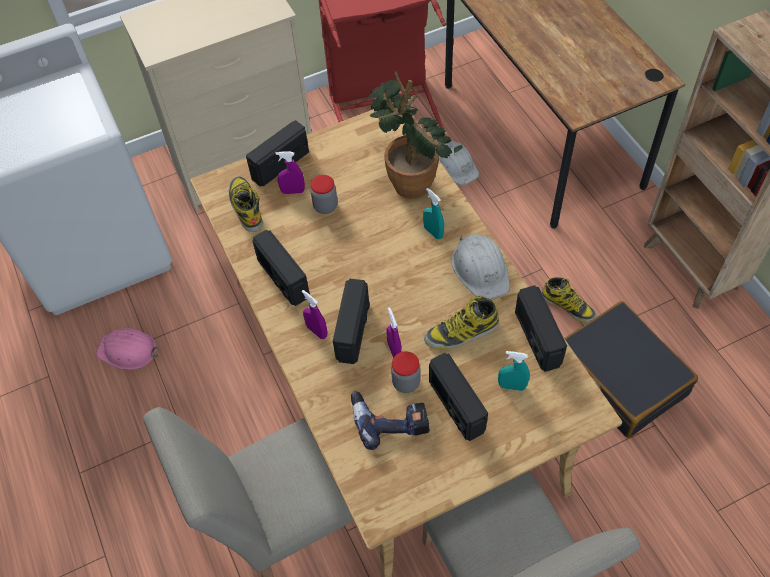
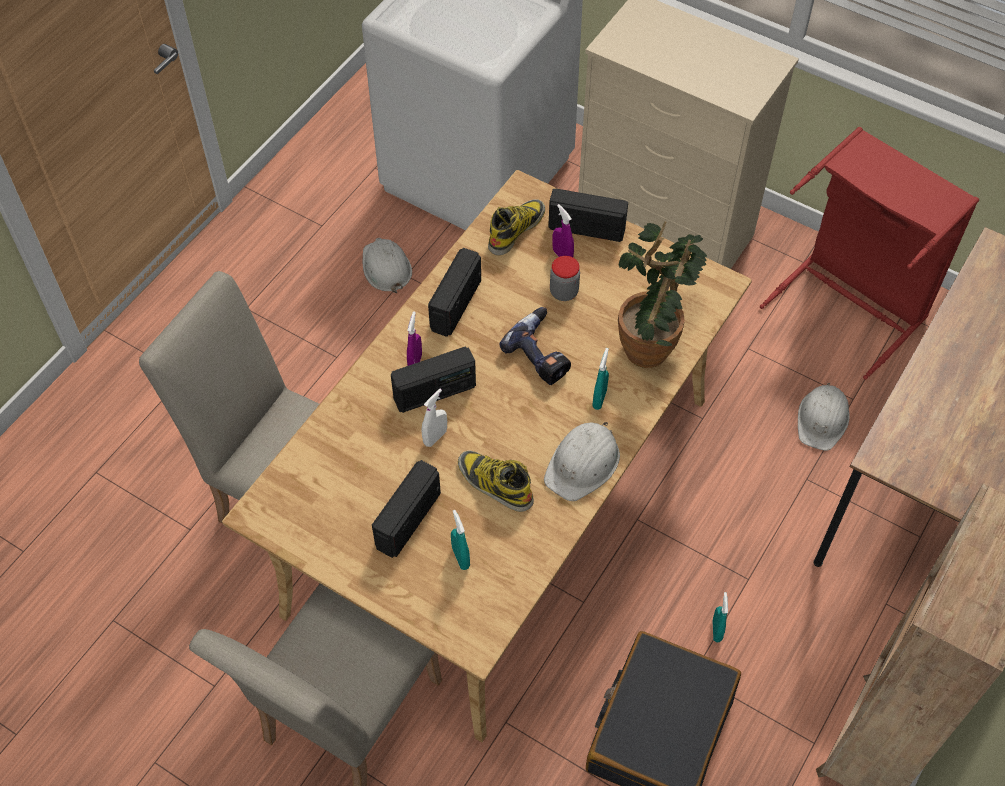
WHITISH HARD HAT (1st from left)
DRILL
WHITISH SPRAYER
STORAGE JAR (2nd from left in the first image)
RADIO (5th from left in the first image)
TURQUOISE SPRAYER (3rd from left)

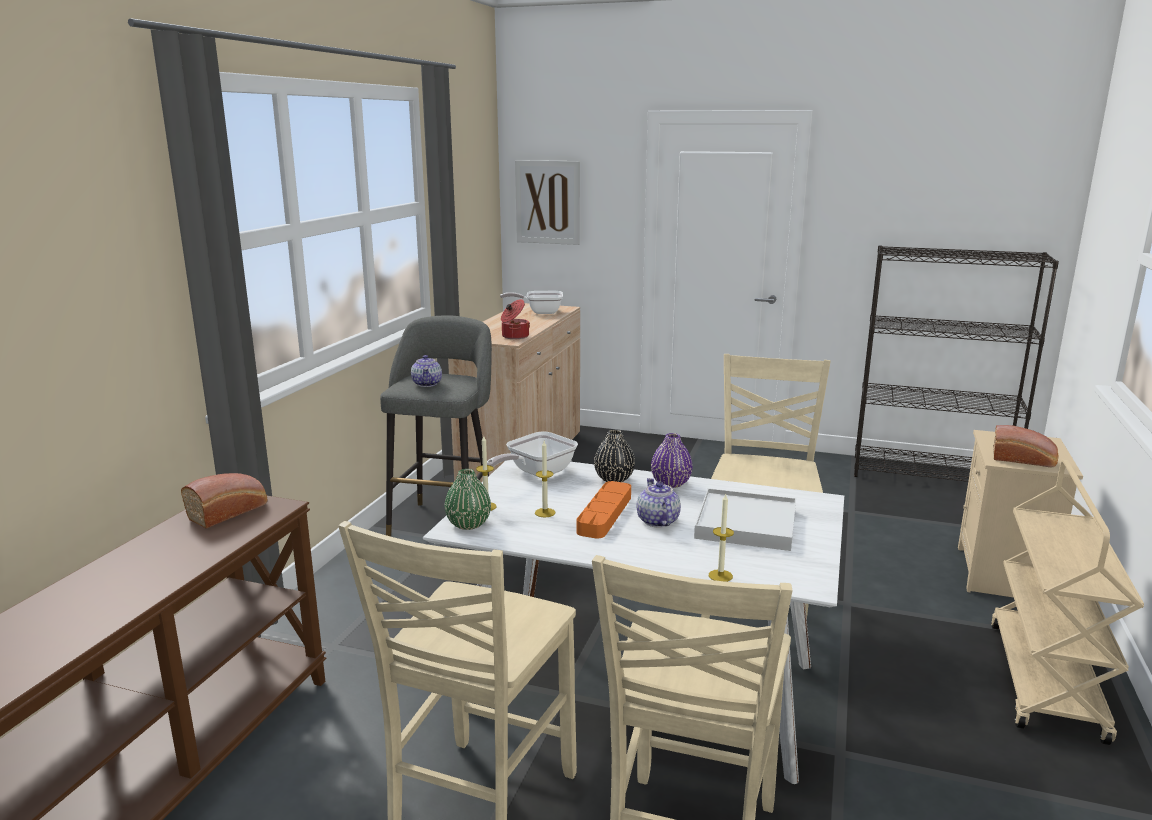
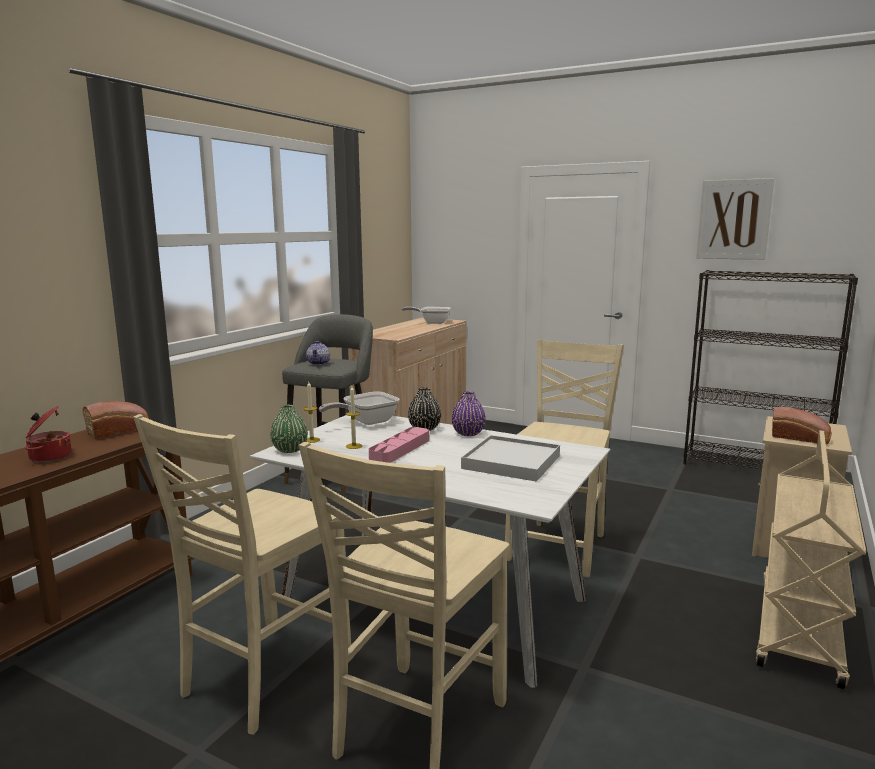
SAUCEPOT
PICTURE
PINK CARRYING TRAY
POT FOR TEA (2nd from left in the first image)
WAX CANDLE (3rd from left in the first image)

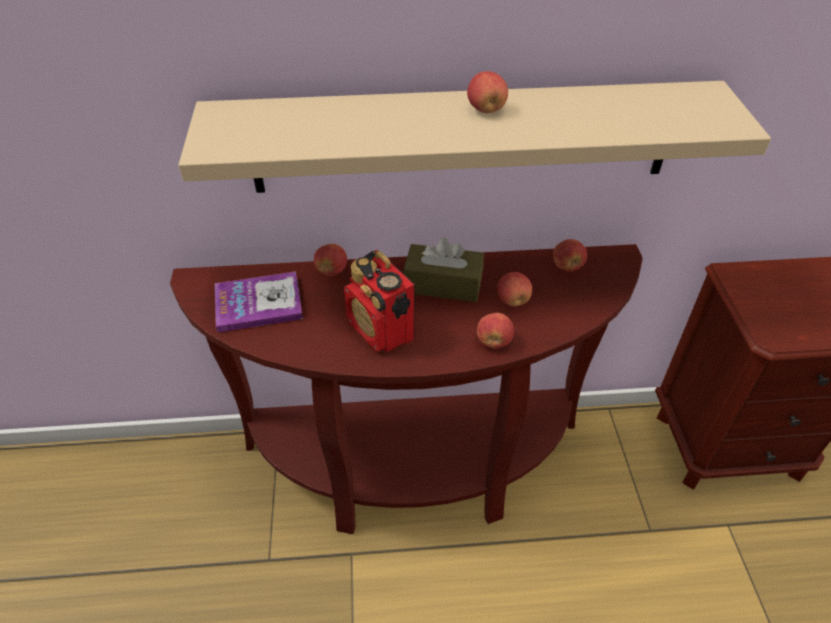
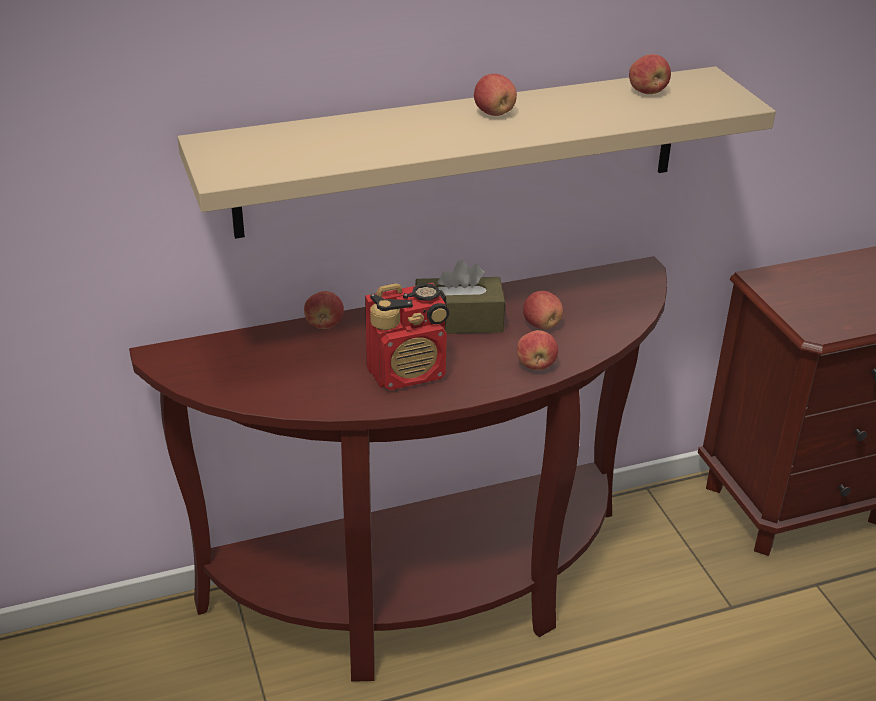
BOUND BOOK
RADIO
APPLE (5th from left)

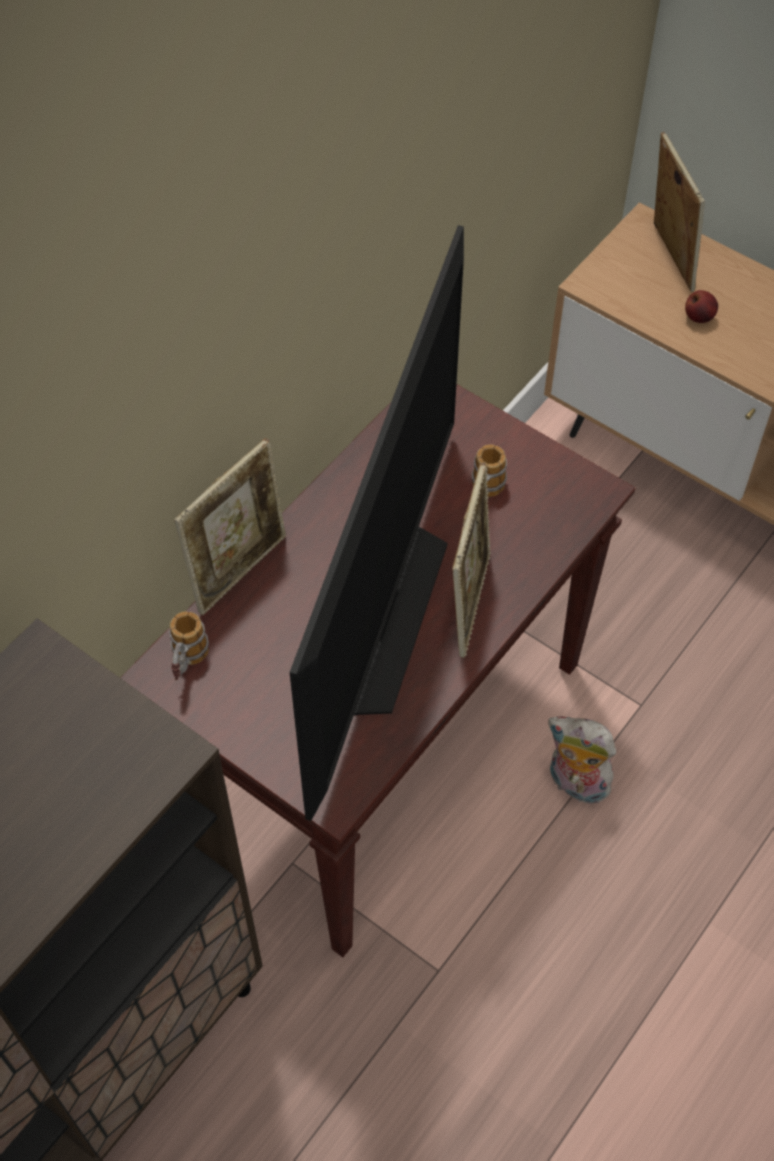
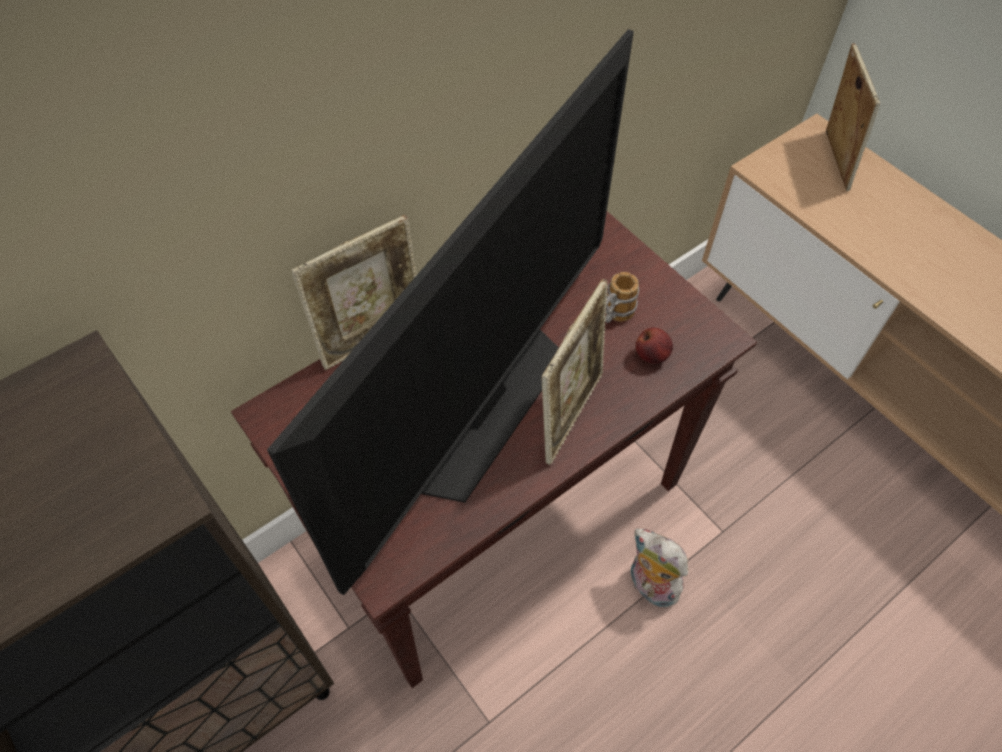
TEA MUG (1st from left in the first image)
APPLE

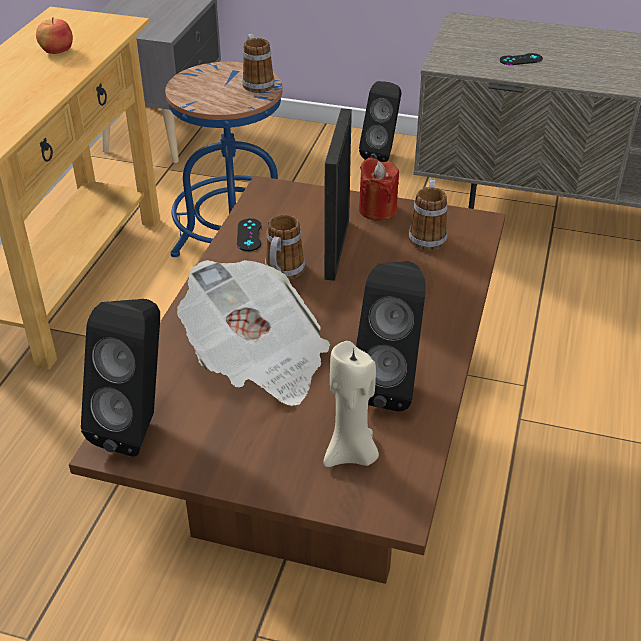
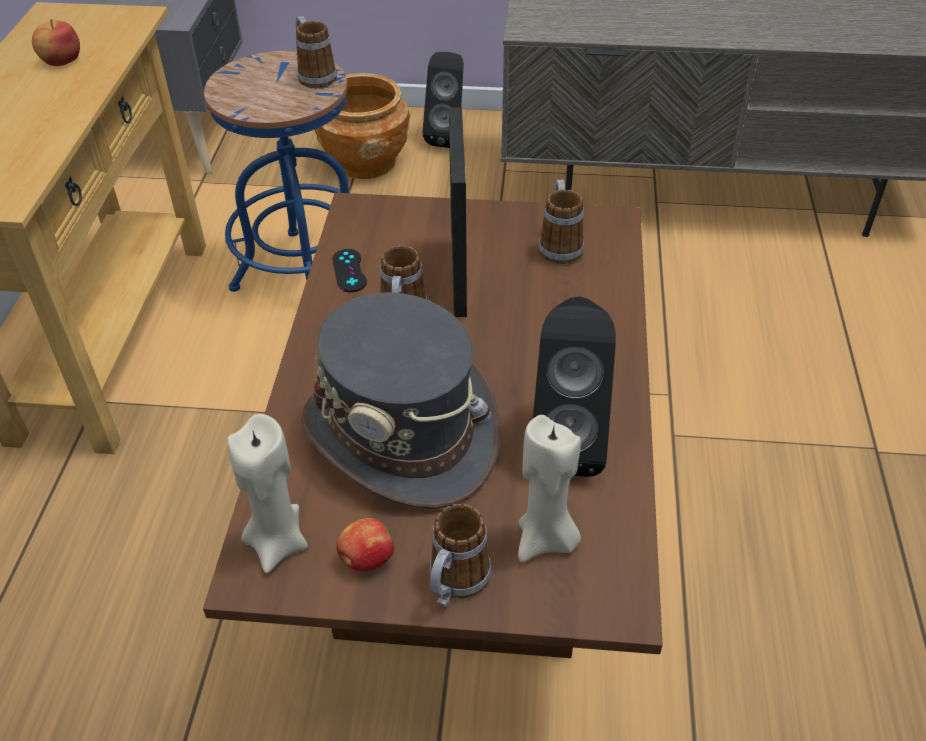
BEIGE WAX CANDLE (1st from left)
GREYISH HAT
REDDISH WAX CANDLE
BLACKISH GAMEPAD (2nd from left in the first image)
BROWN-COLOURED PLANTER
APPLE (2nd from left)
TEA MUG (3rd from left)

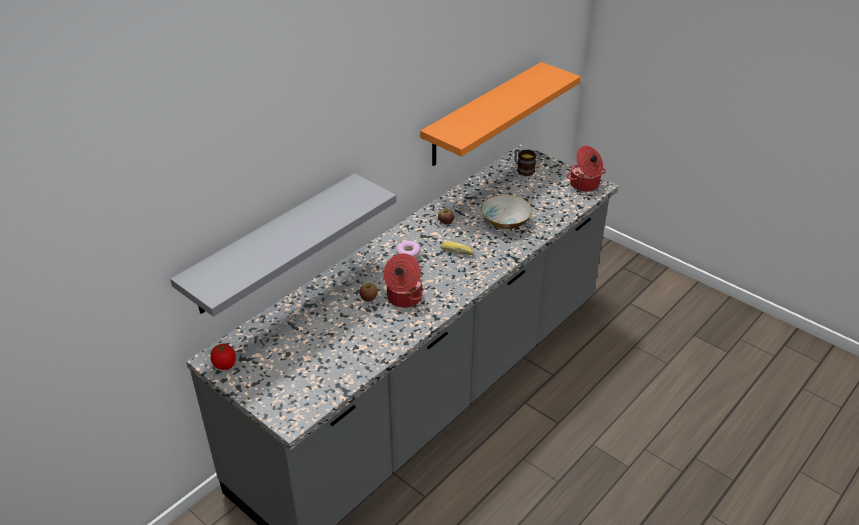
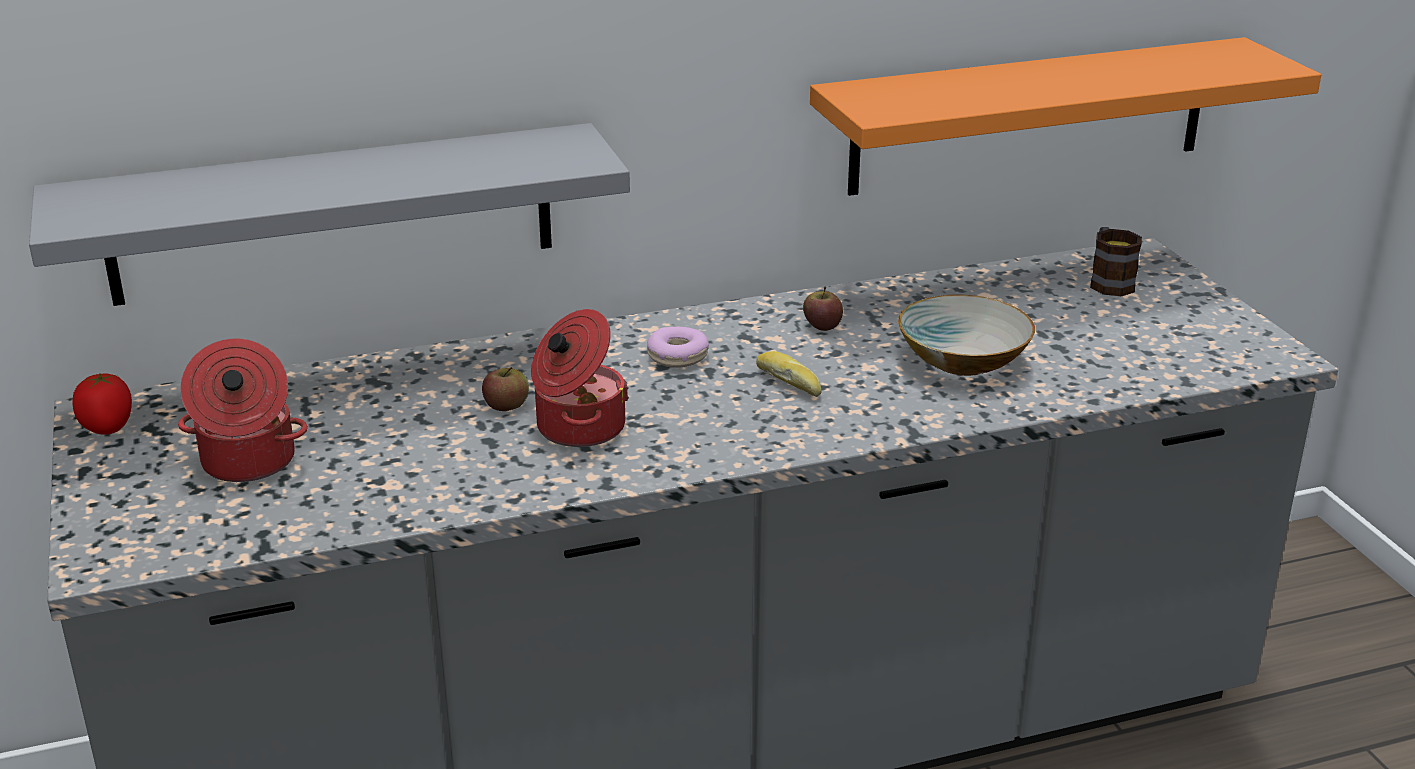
SAUCEPOT (1st from left)

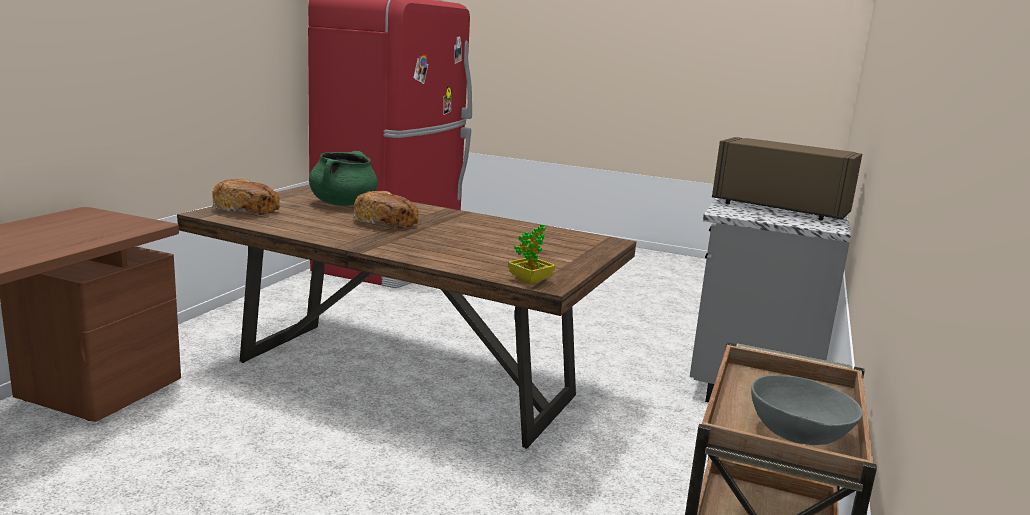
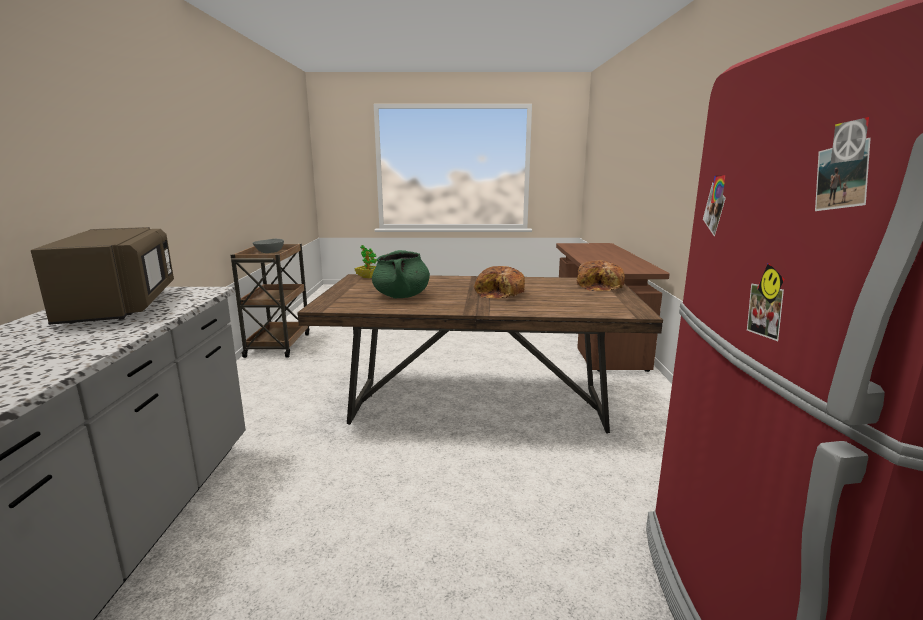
GREEN-COLOURED SAUCEPOT
BROWN-COLOURED KITCHEN MICROWAVE

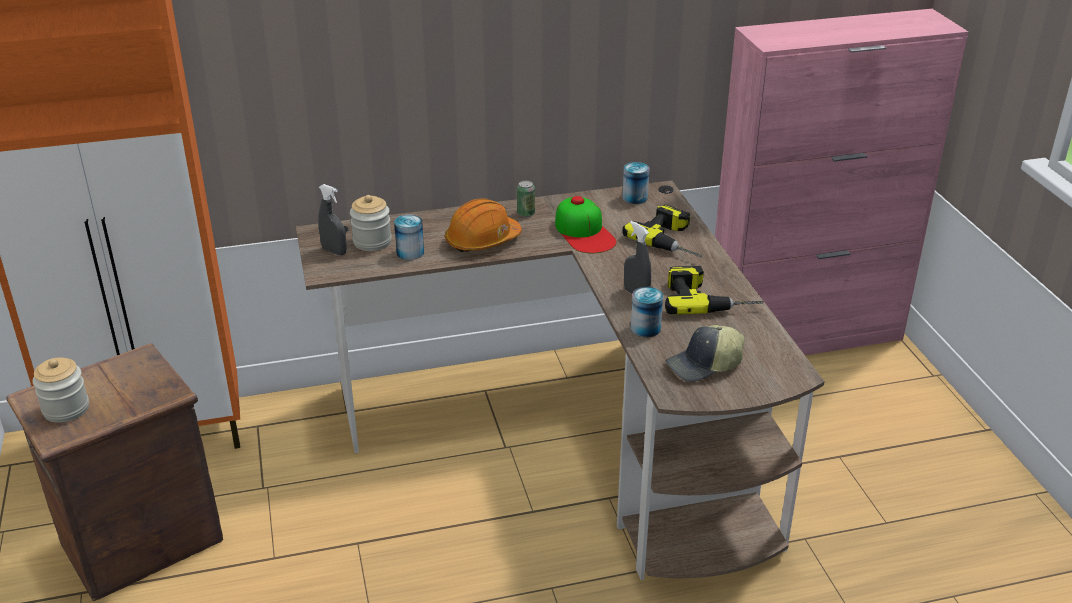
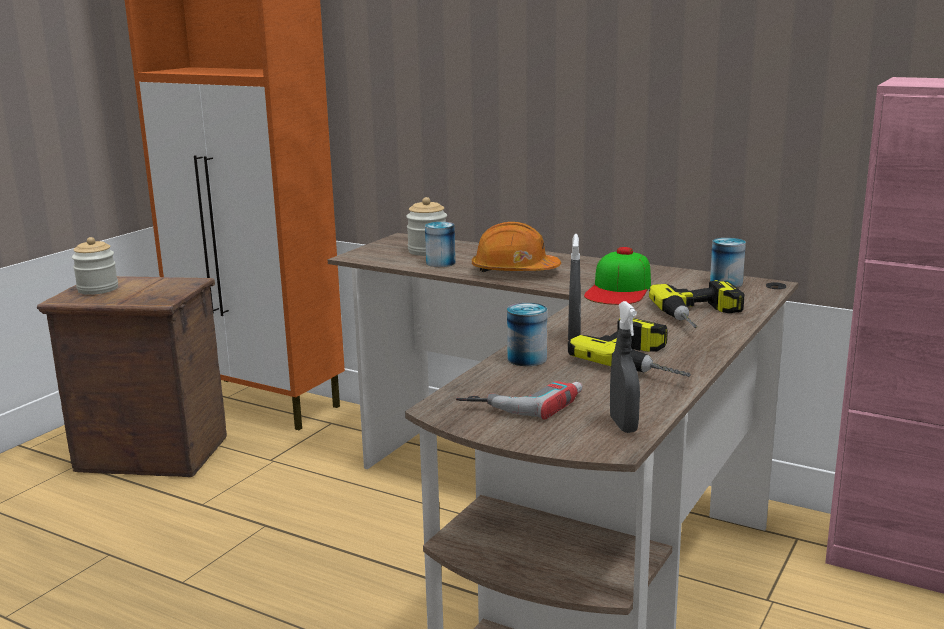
GREYISH SPRAYER (2nd from left)
CAN (2nd from left in the first image)
DRILL (1st from left)

